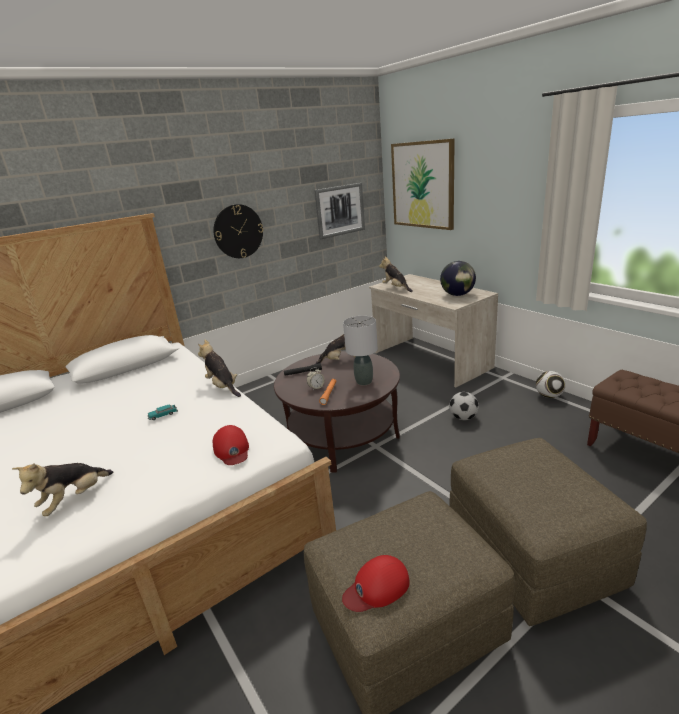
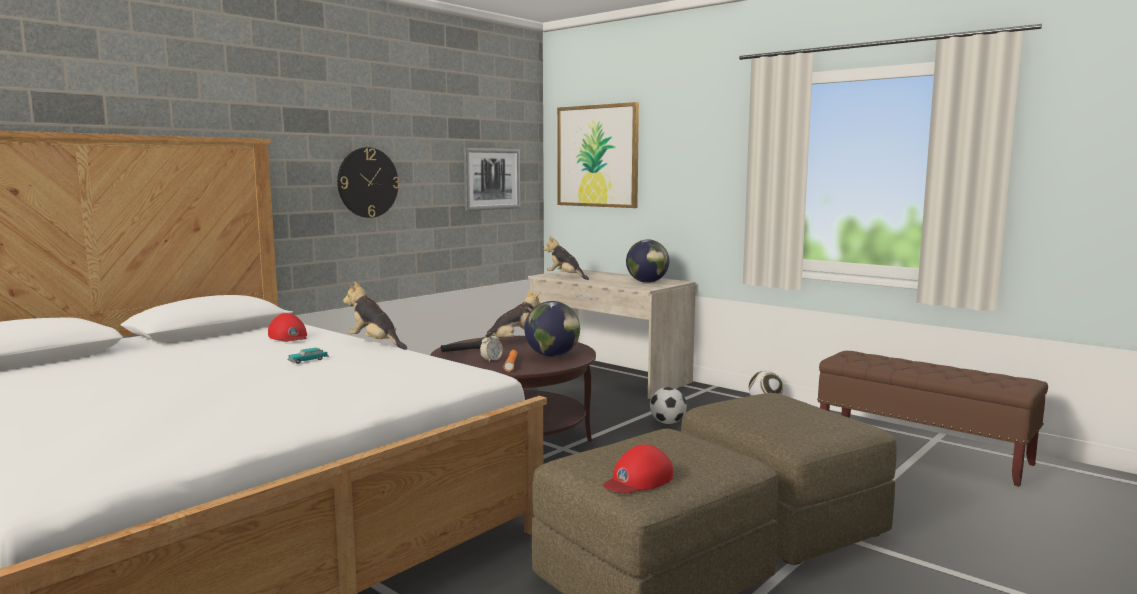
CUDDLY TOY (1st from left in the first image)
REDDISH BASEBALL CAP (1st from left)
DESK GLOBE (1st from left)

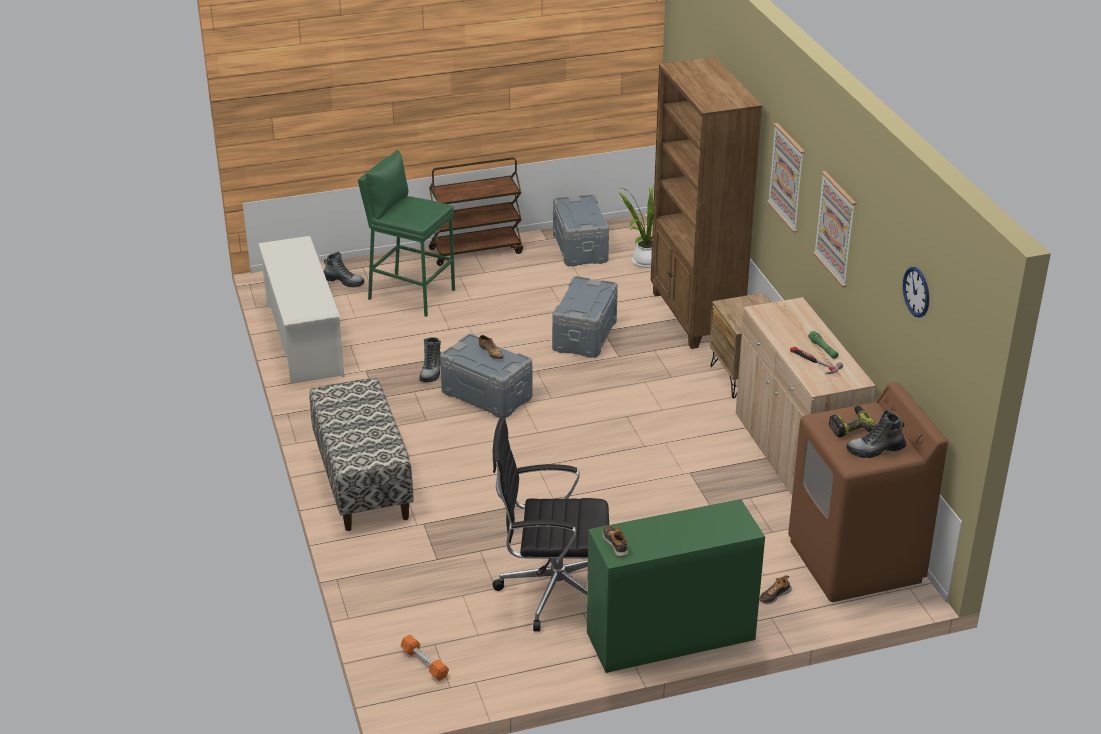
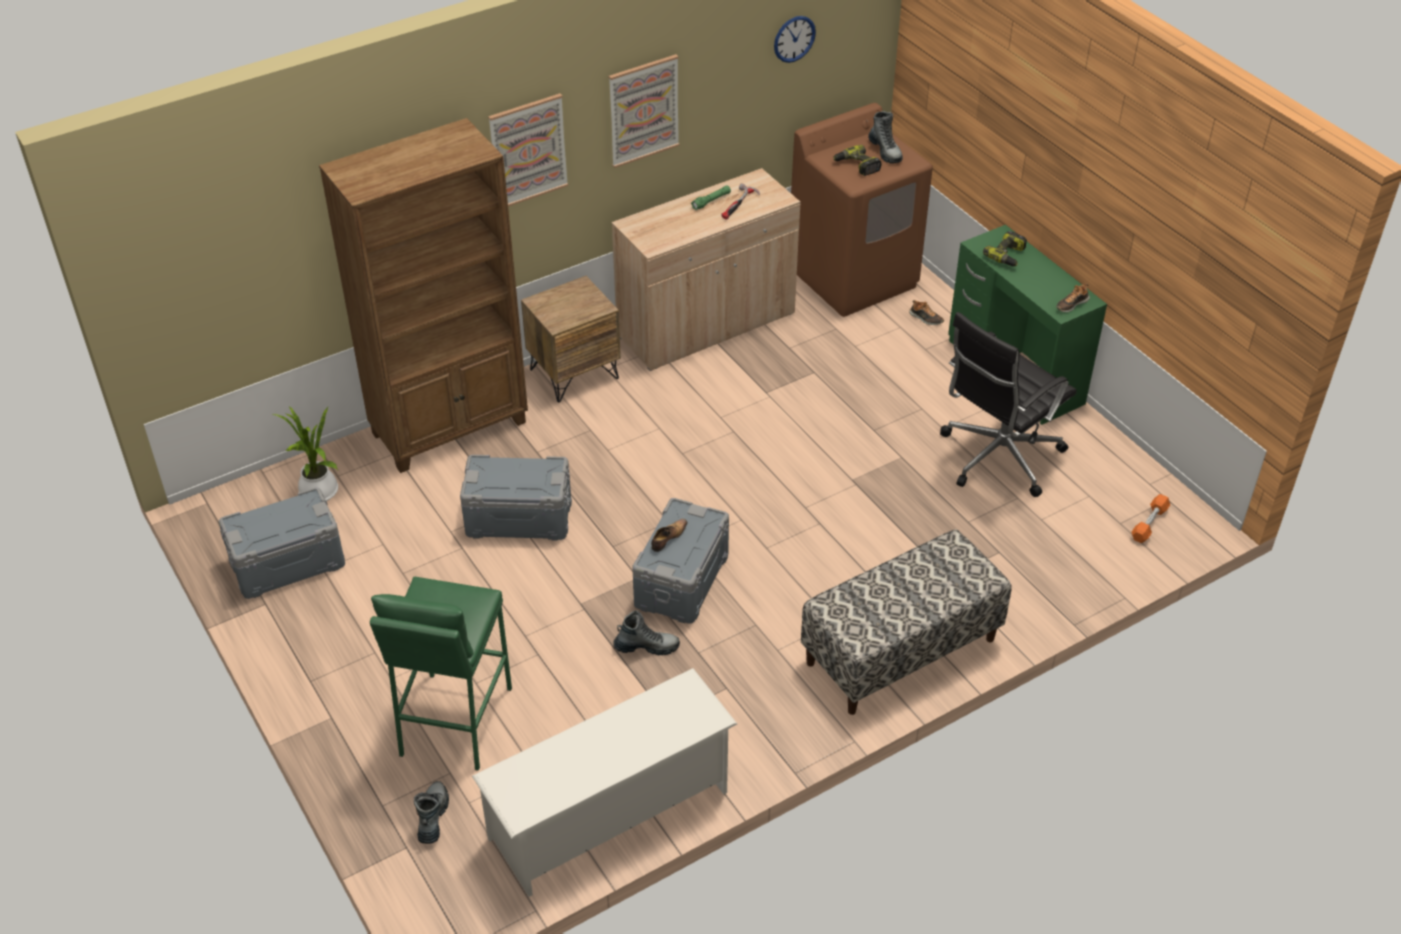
BROWN-COLOURED TROLLEY
BLACKISH OFFICE CHAIR
DRILL (2nd from left)

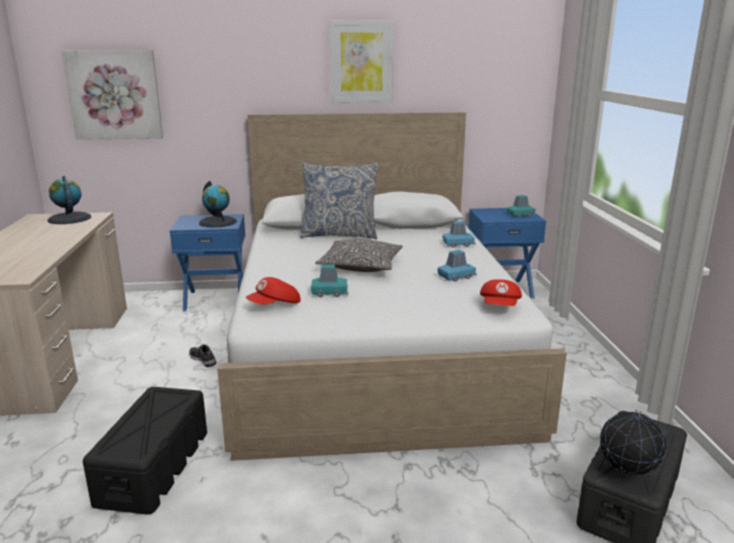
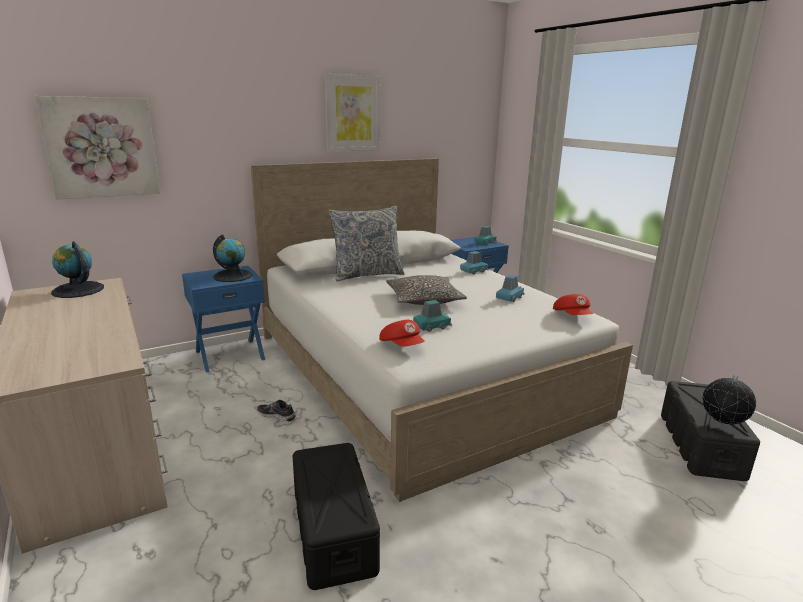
REDDISH BASEBALL CAP (1st from left)

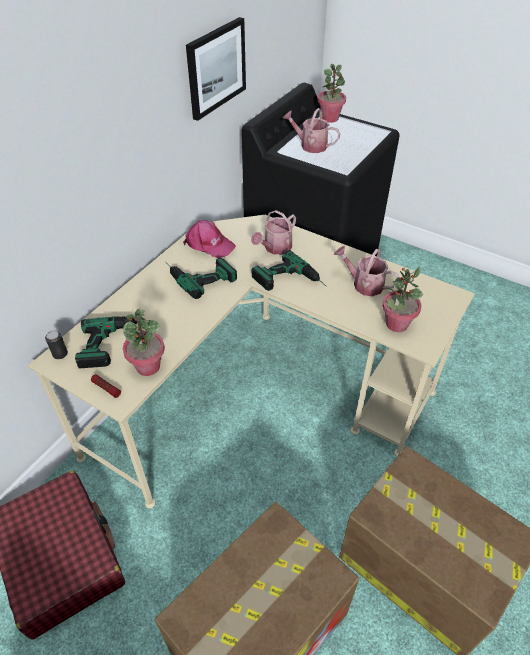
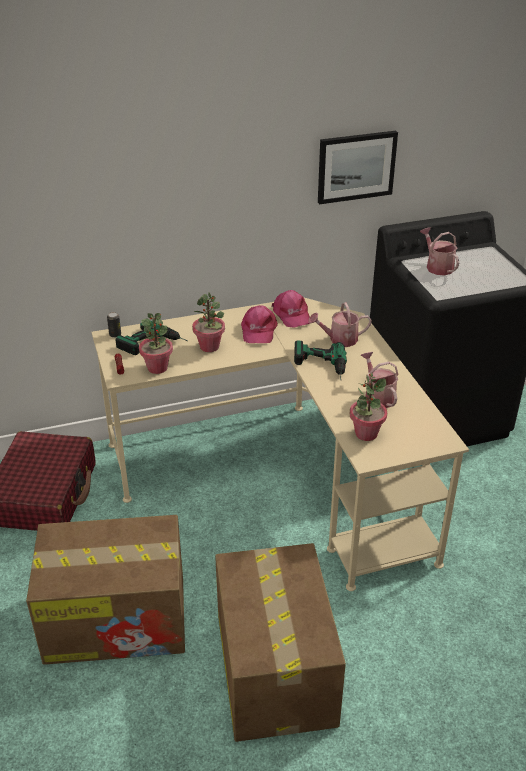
PINK BASEBALL CAP (1st from left)
POTTED PLANT (2nd from left)

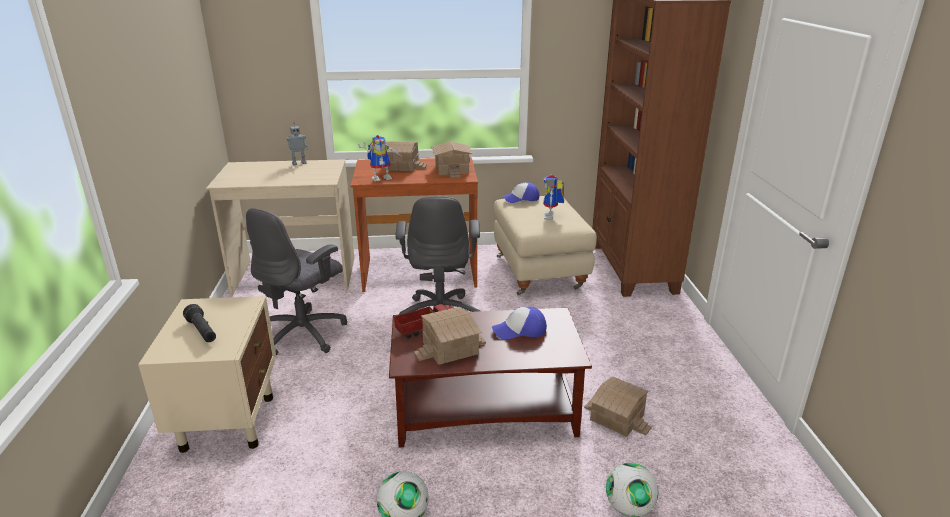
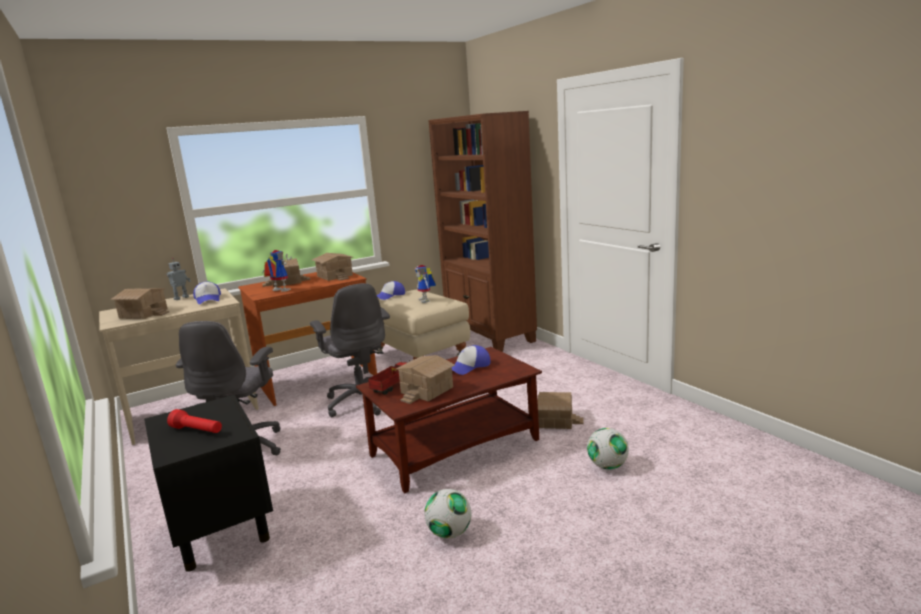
BLACKISH NIGHTSTAND
REDDISH FLASHLIGHT
ROBOT FIGURE (2nd from left)
TOY HOUSE (1st from left)
BASEBALL CAP (1st from left)

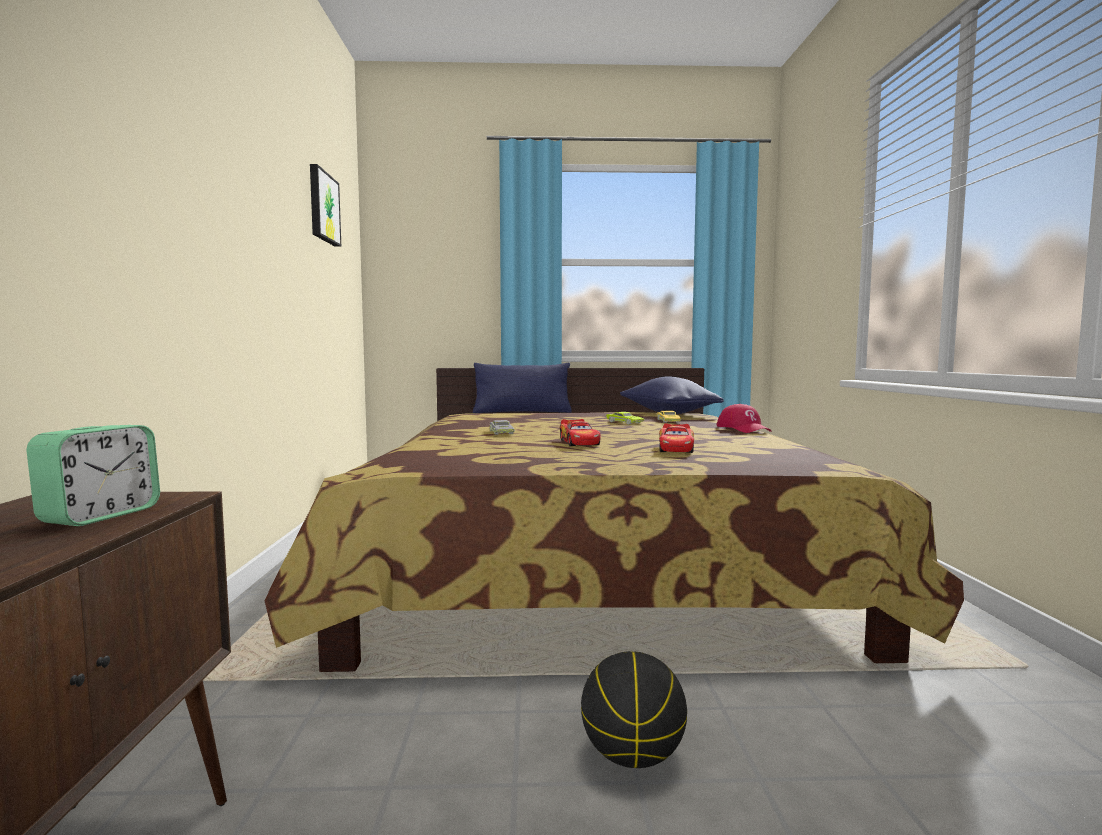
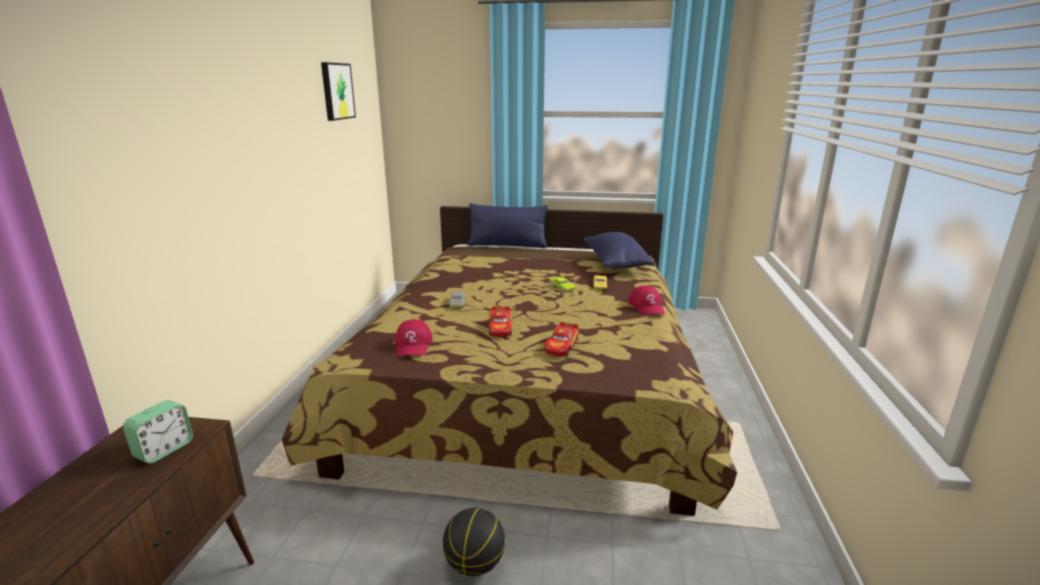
REDDISH BASEBALL CAP (1st from left)

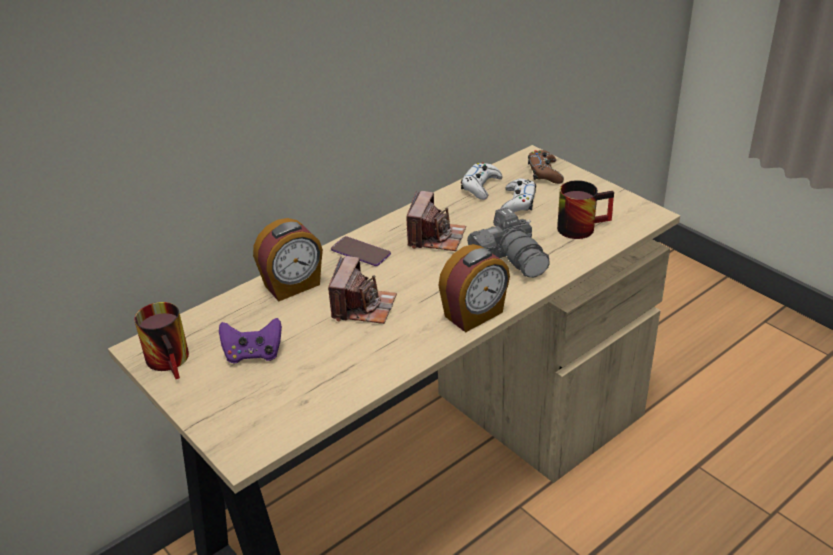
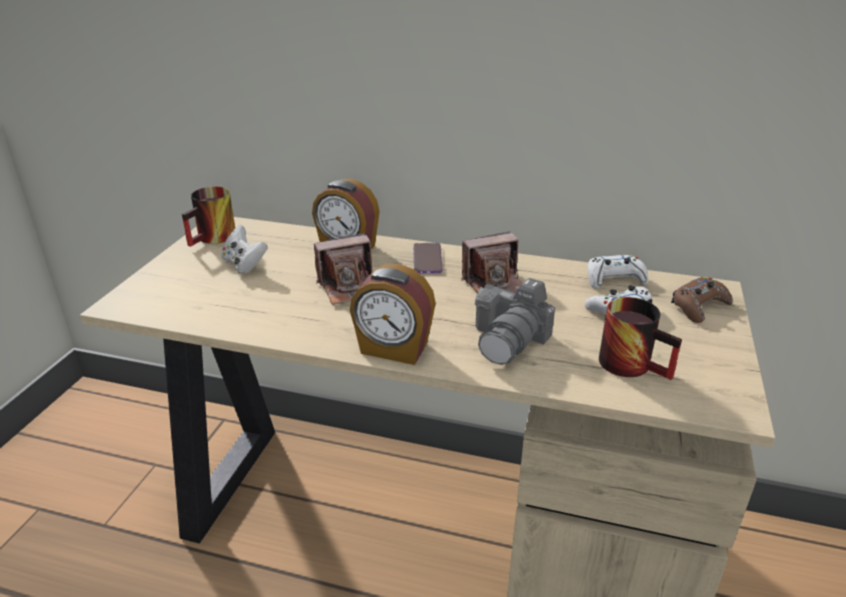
WHITISH GAMEPAD (1st from left)

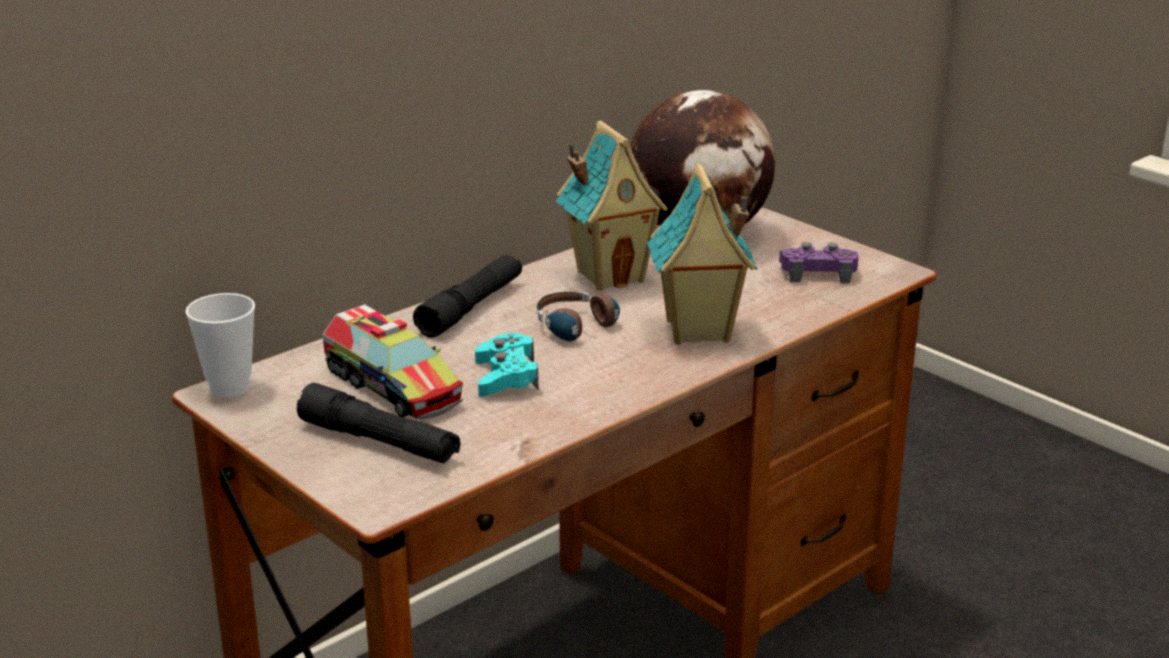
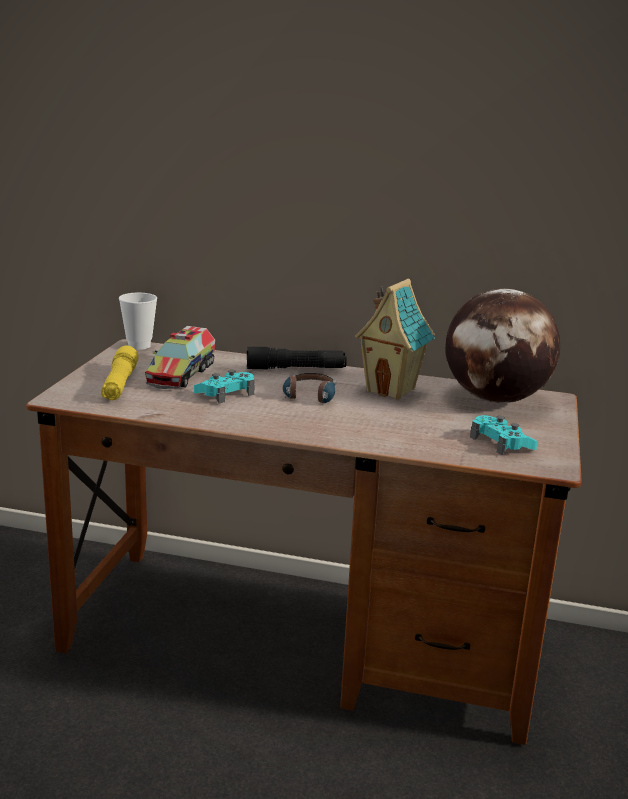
YELLOW-COLOURED FLASHLIGHT
TOY HOUSE (2nd from left in the first image)
TURQUOISE GAMEPAD (2nd from left)

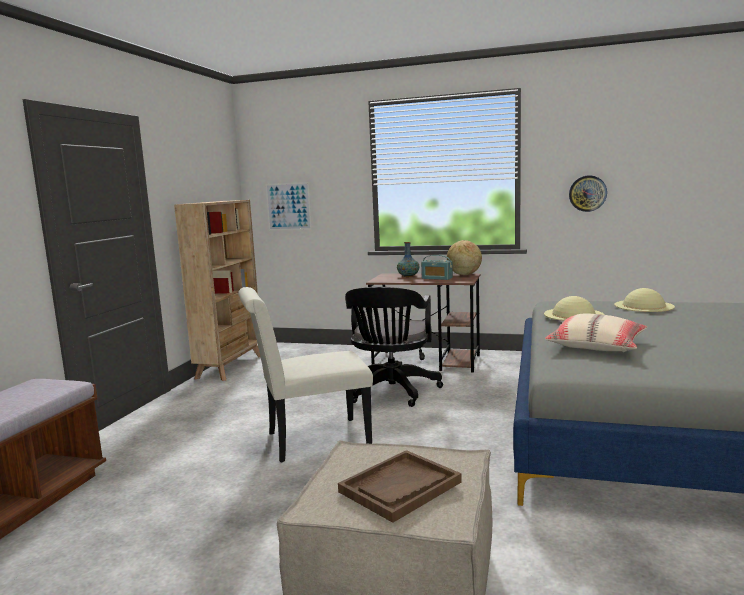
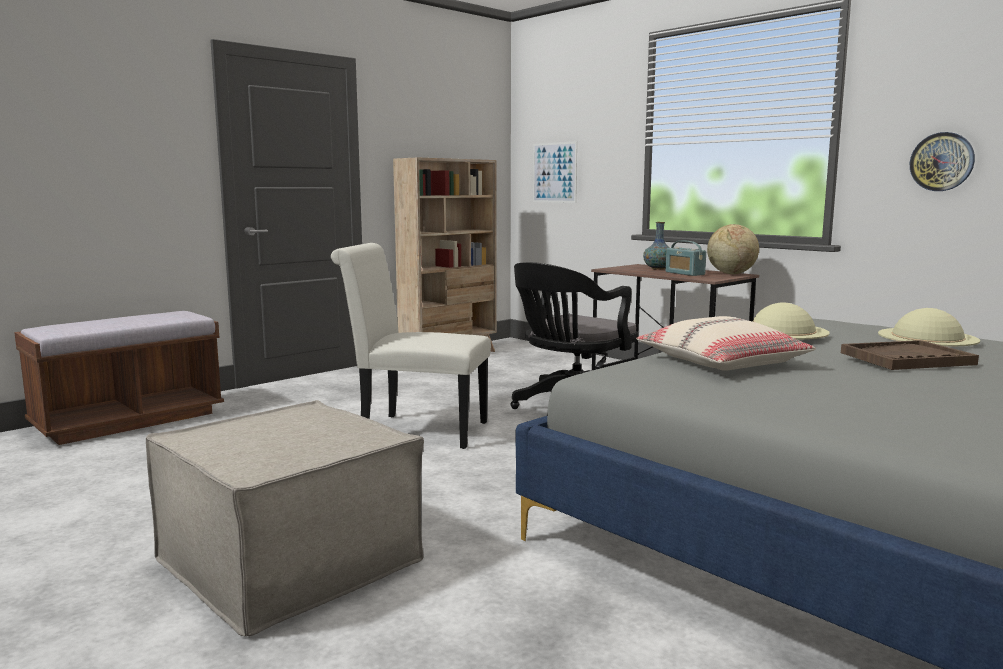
BROWN-COLOURED CARRYING TRAY

